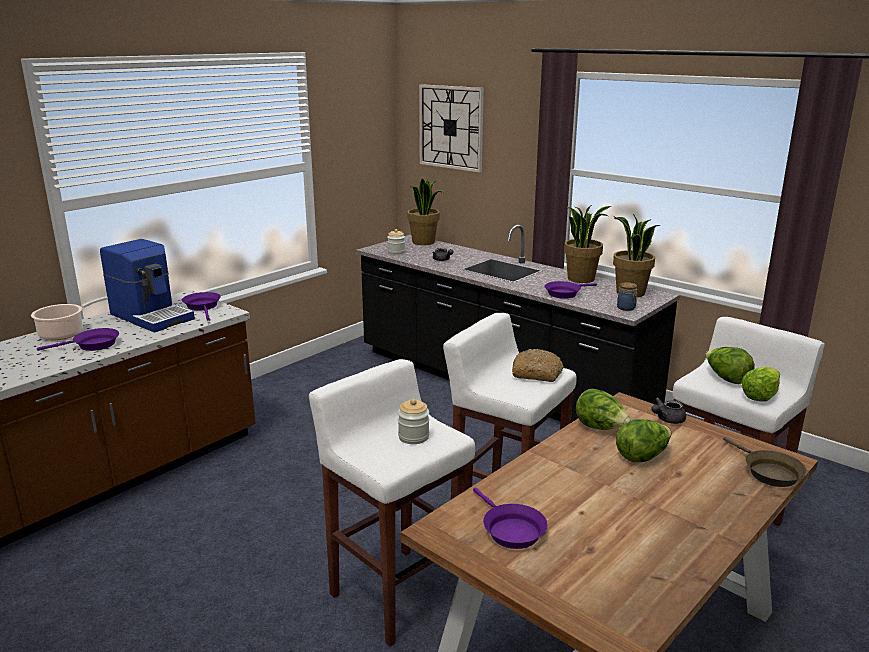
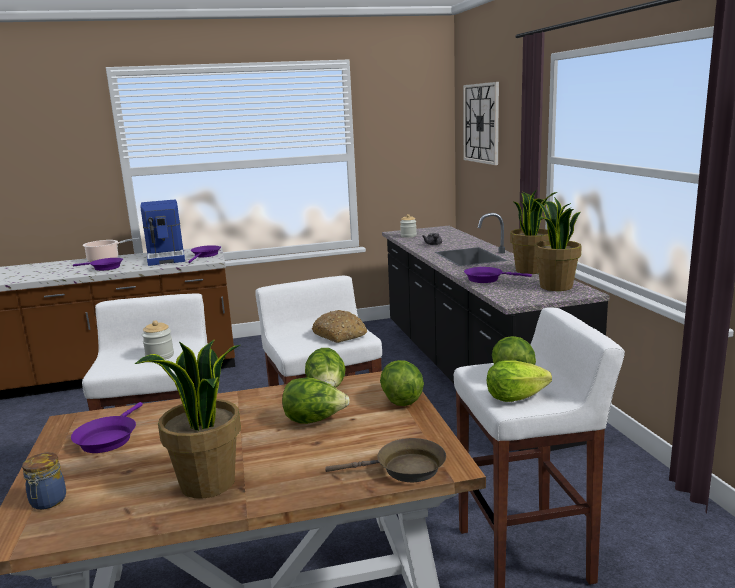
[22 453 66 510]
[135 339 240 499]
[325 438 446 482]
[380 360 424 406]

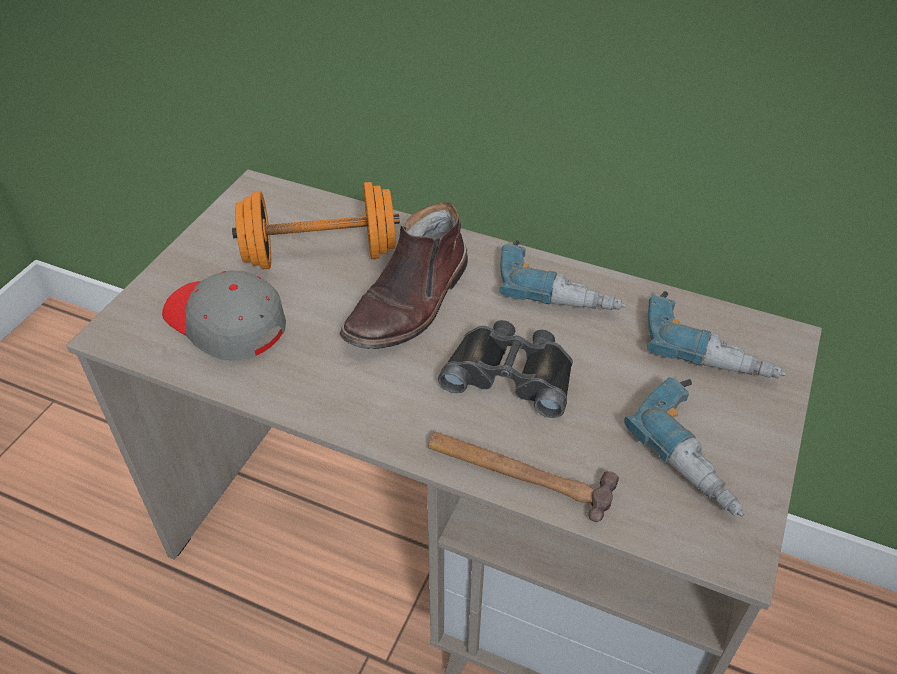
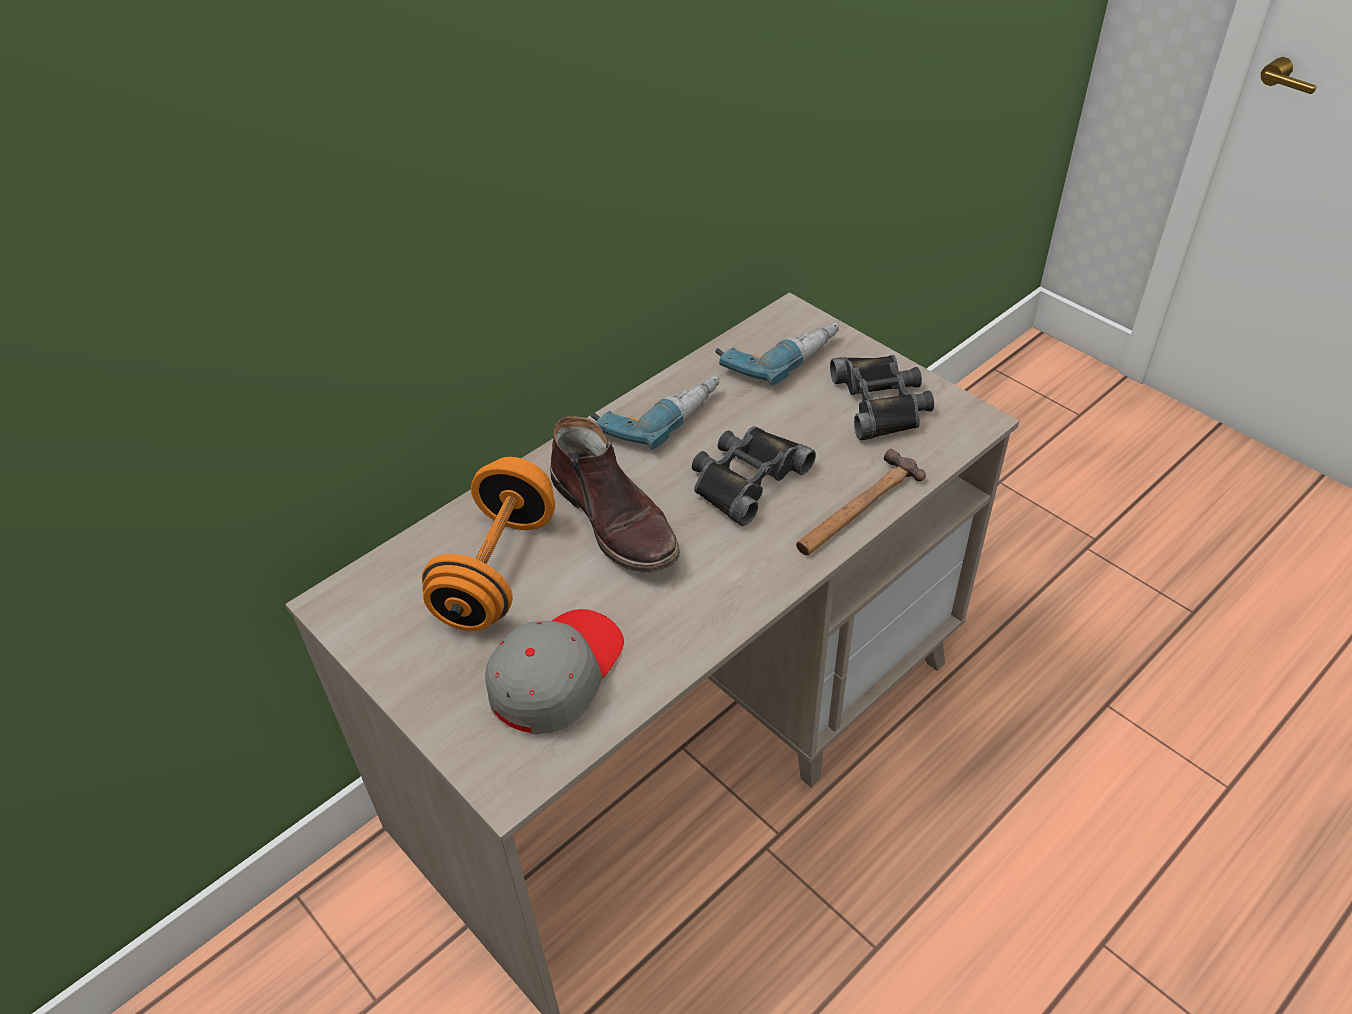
[485 609 624 734]
[830 355 934 440]

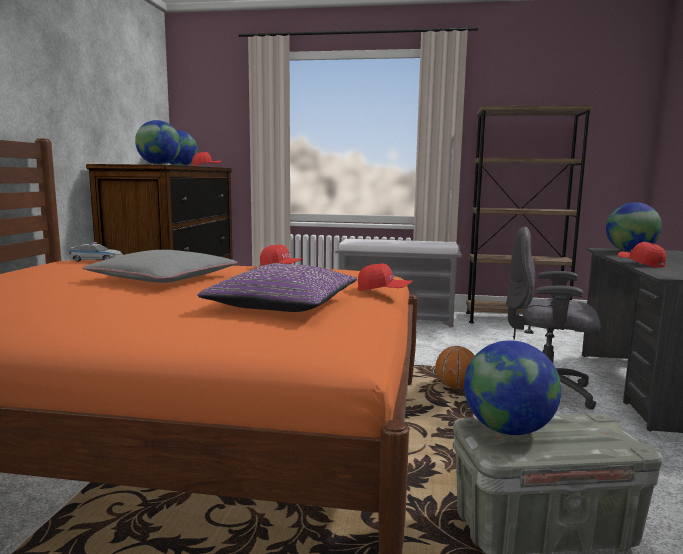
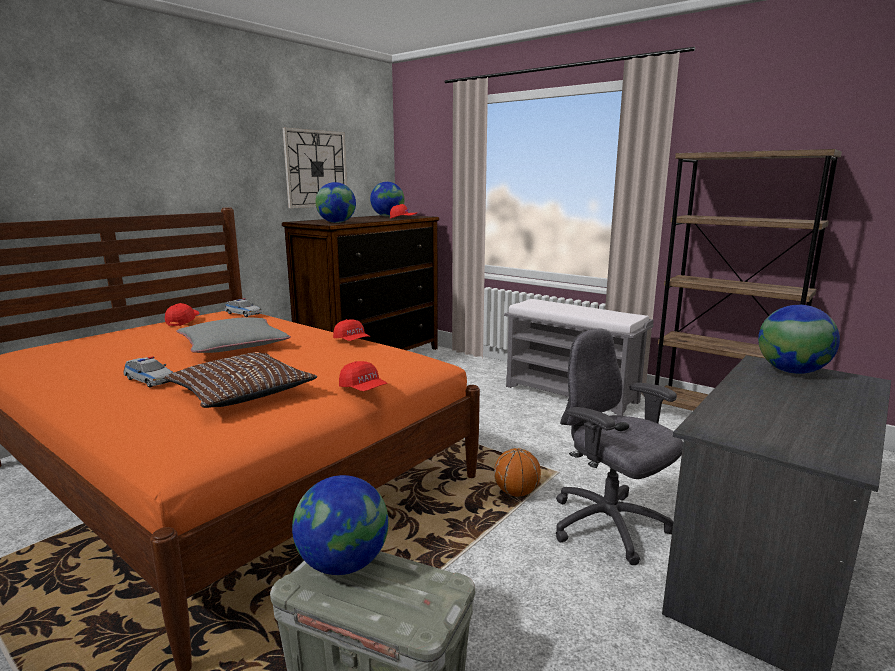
[123 356 174 388]
[164 352 317 408]
[165 303 200 326]
[283 128 347 208]

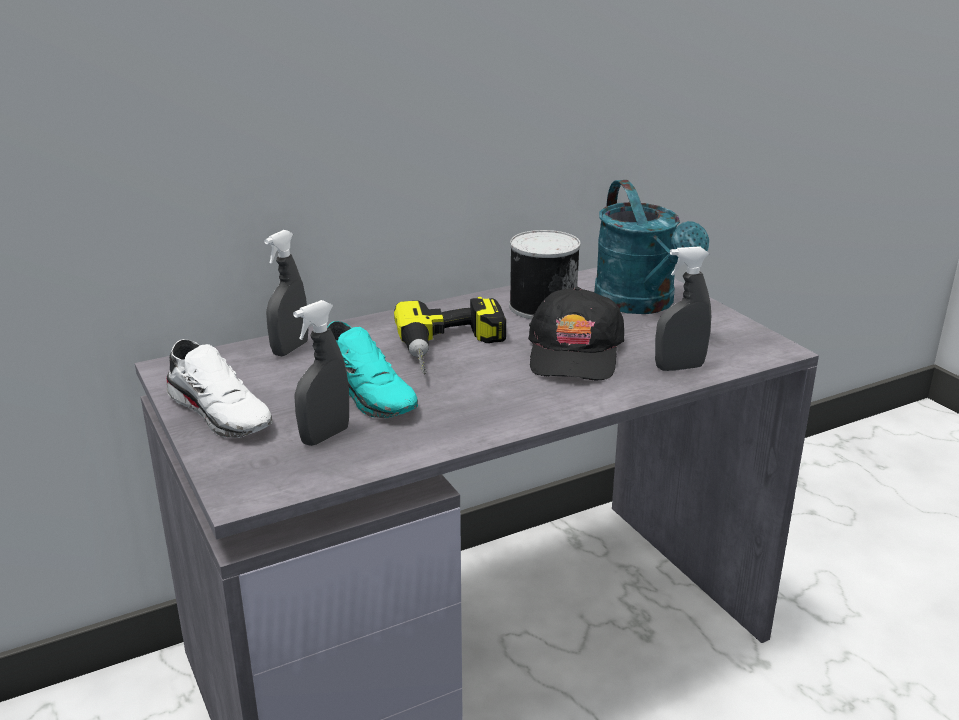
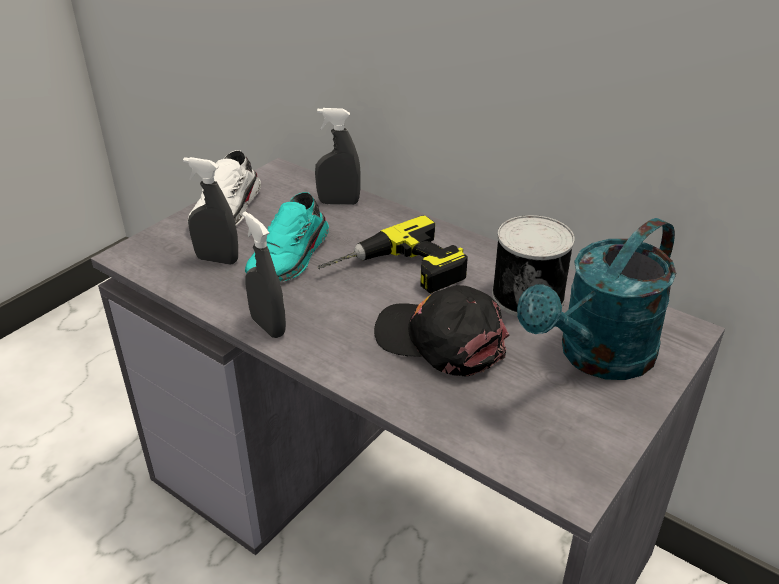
[242 211 286 338]
[374 285 510 377]

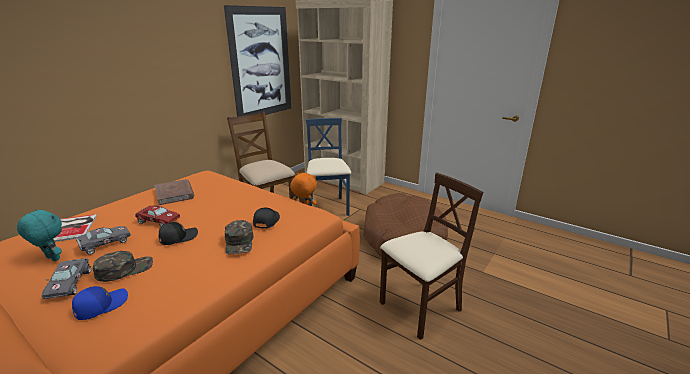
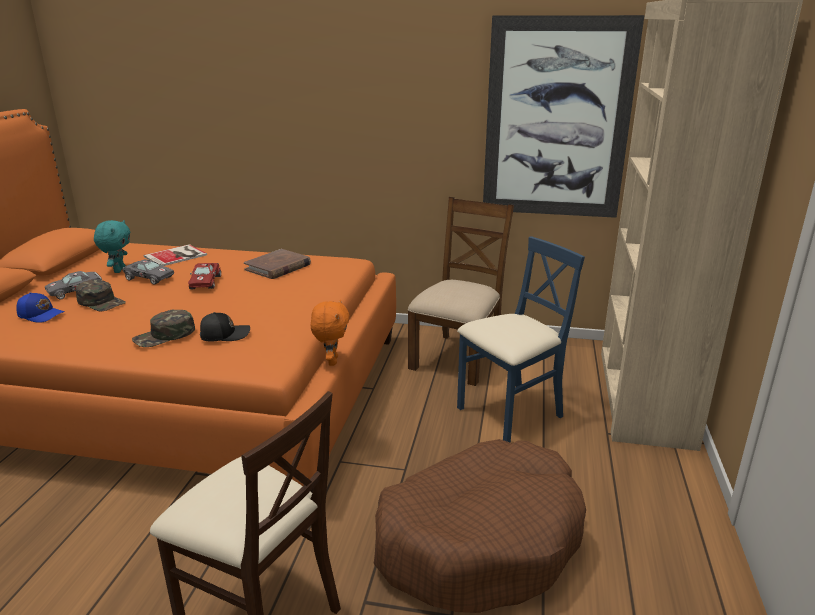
[159 222 198 245] (first image)

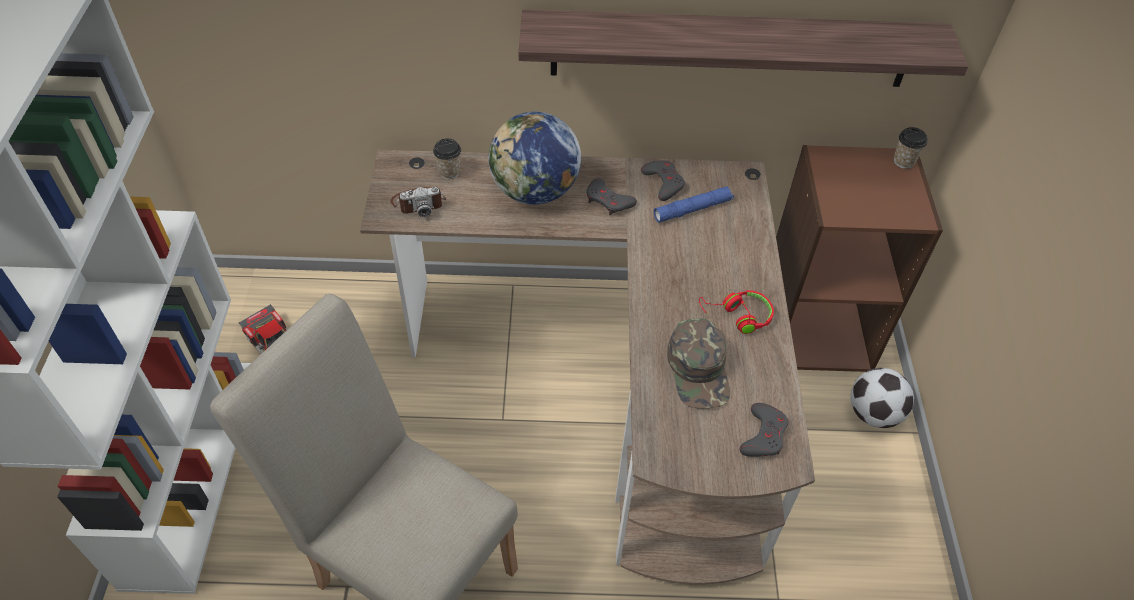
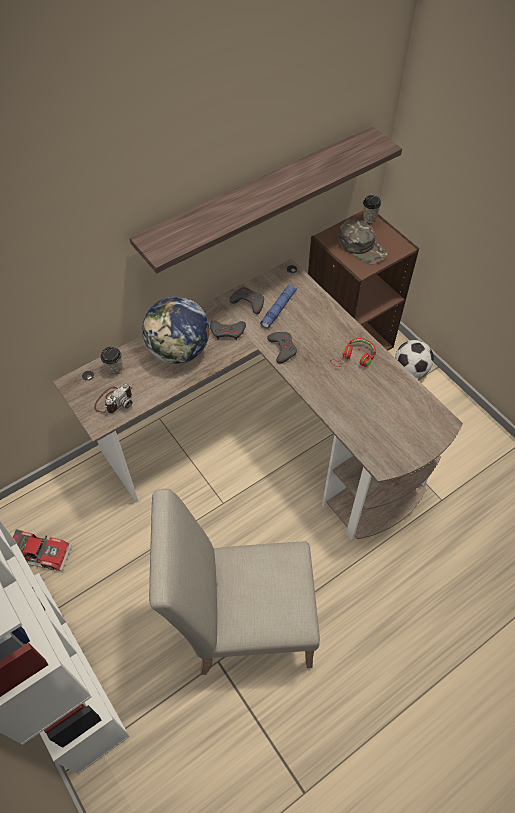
[267 332 297 364]
[338 219 388 264]

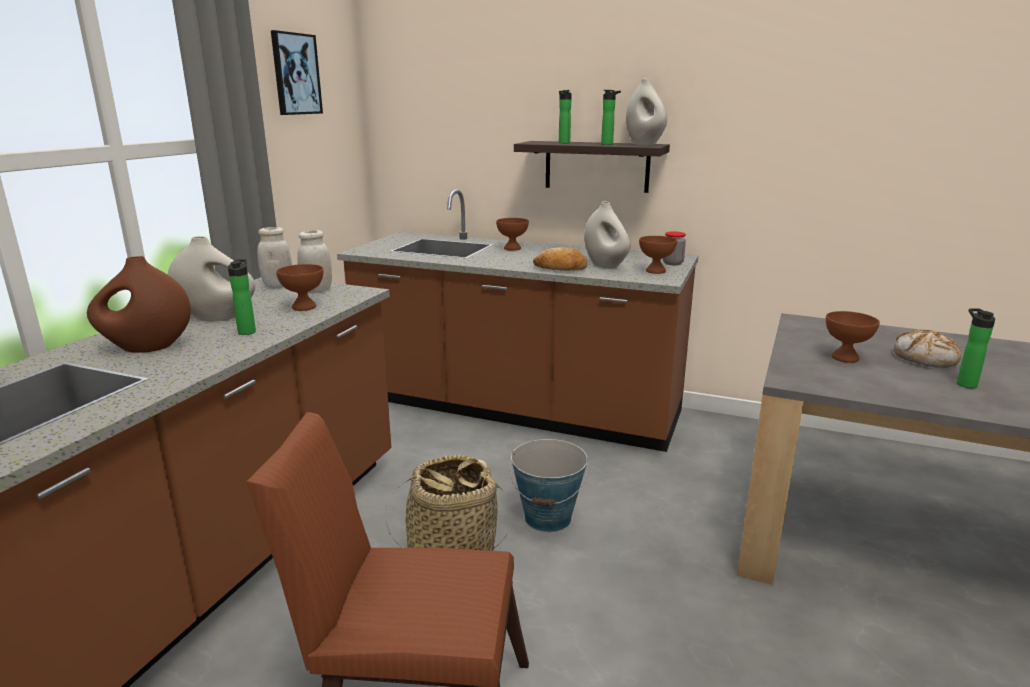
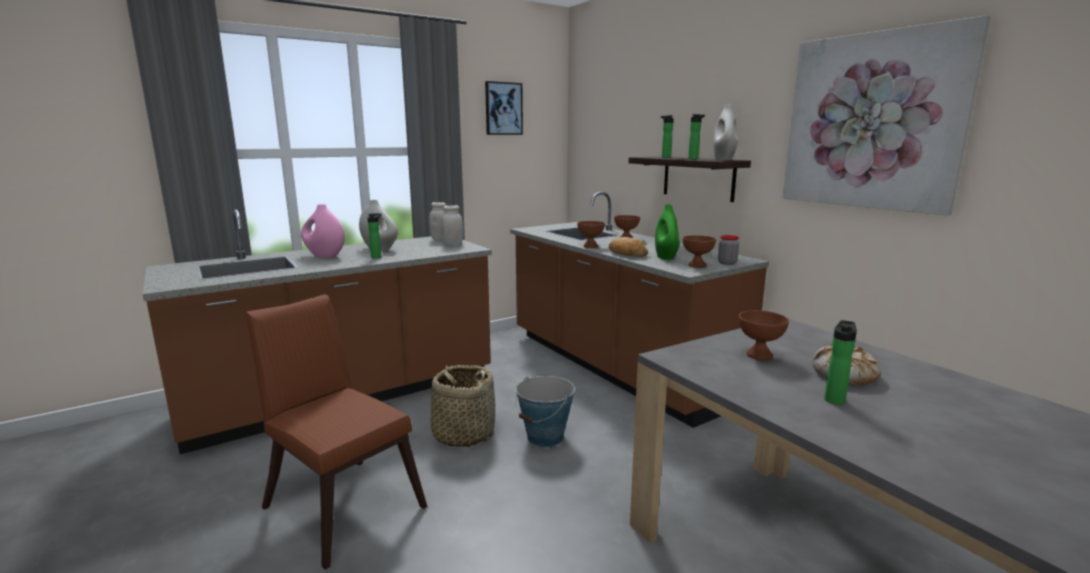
[301 204 345 258]
[577 221 605 248]
[655 204 680 260]
[783 15 990 215]

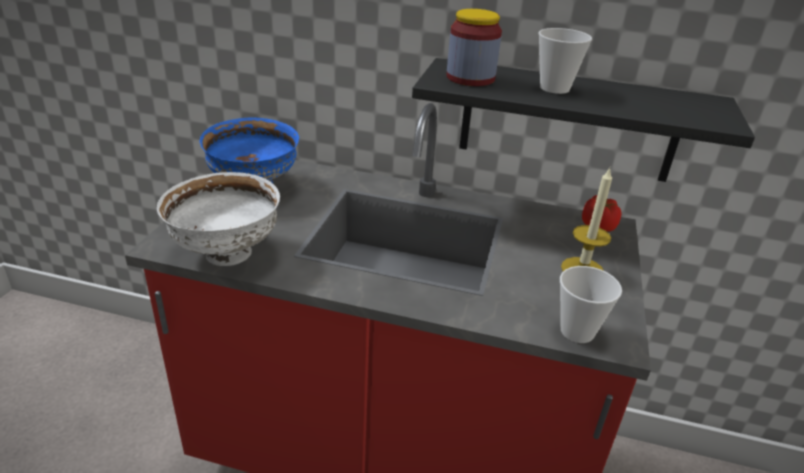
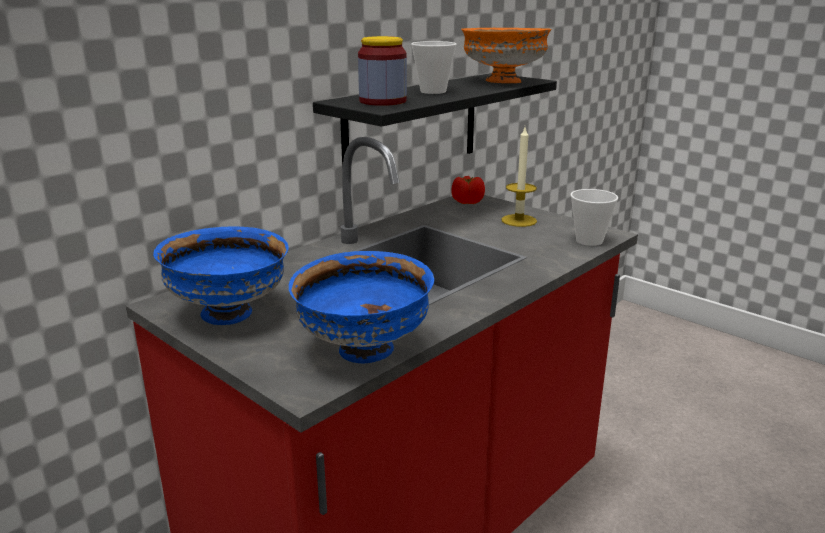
[289 251 434 363]
[461 28 552 83]

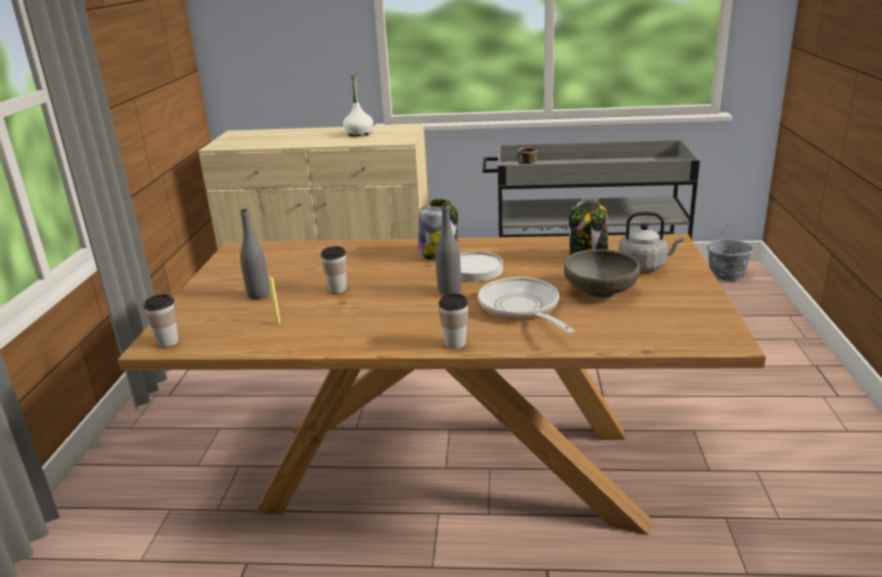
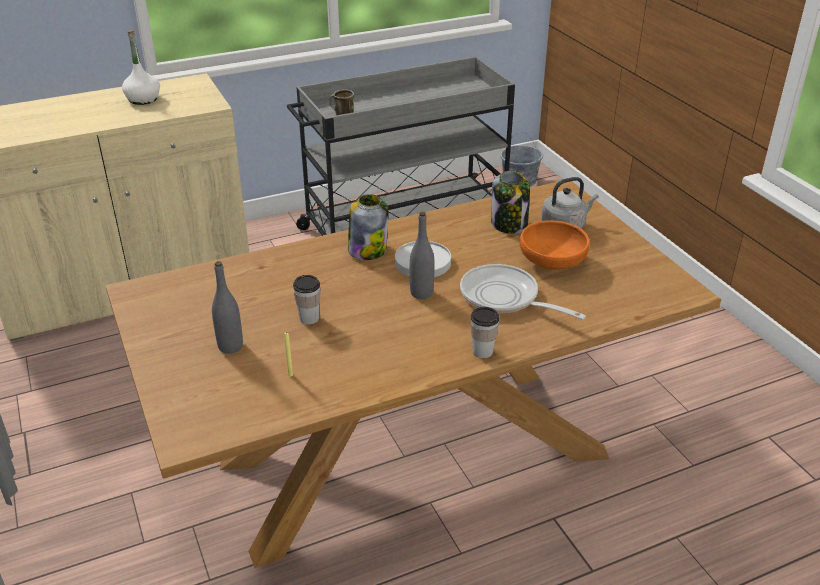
[520 220 590 270]
[143 294 179 347] (first image)

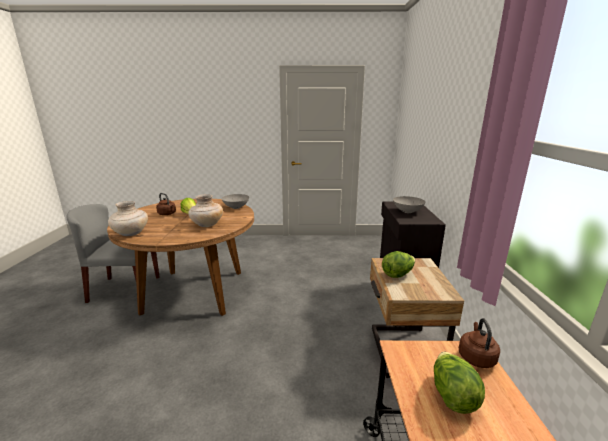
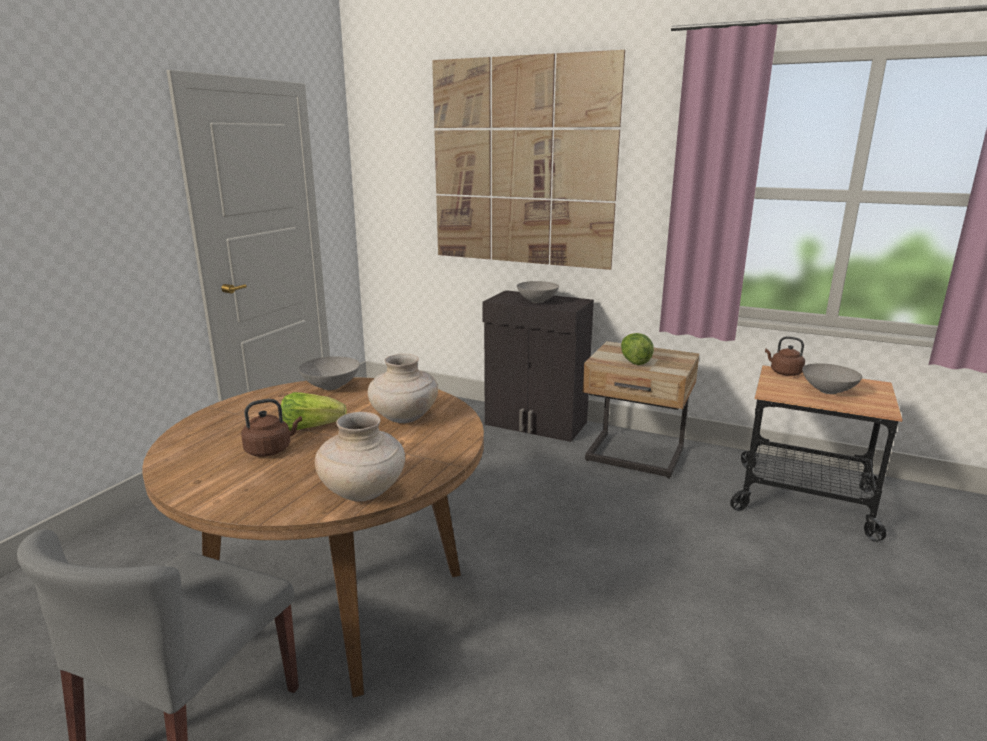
[432 50 625 270]
[802 363 862 394]

